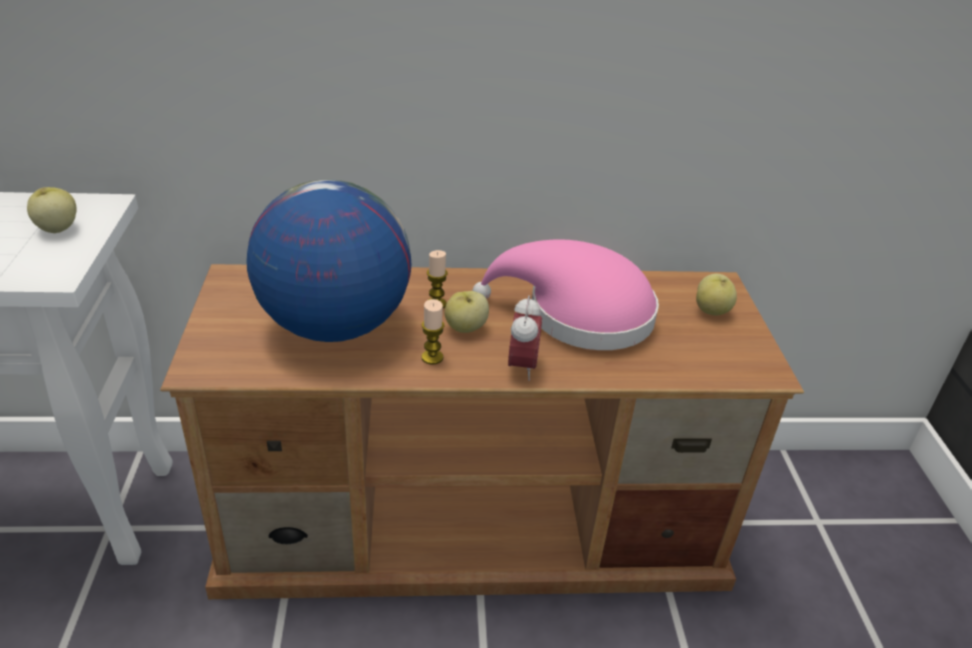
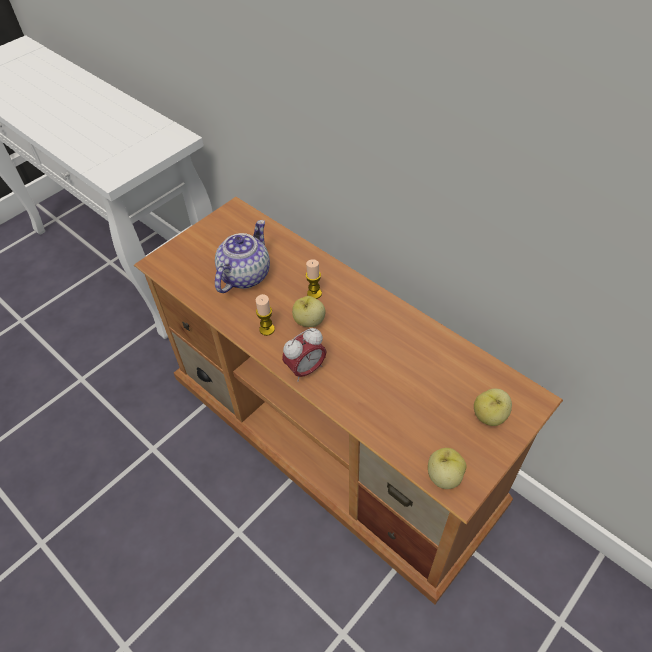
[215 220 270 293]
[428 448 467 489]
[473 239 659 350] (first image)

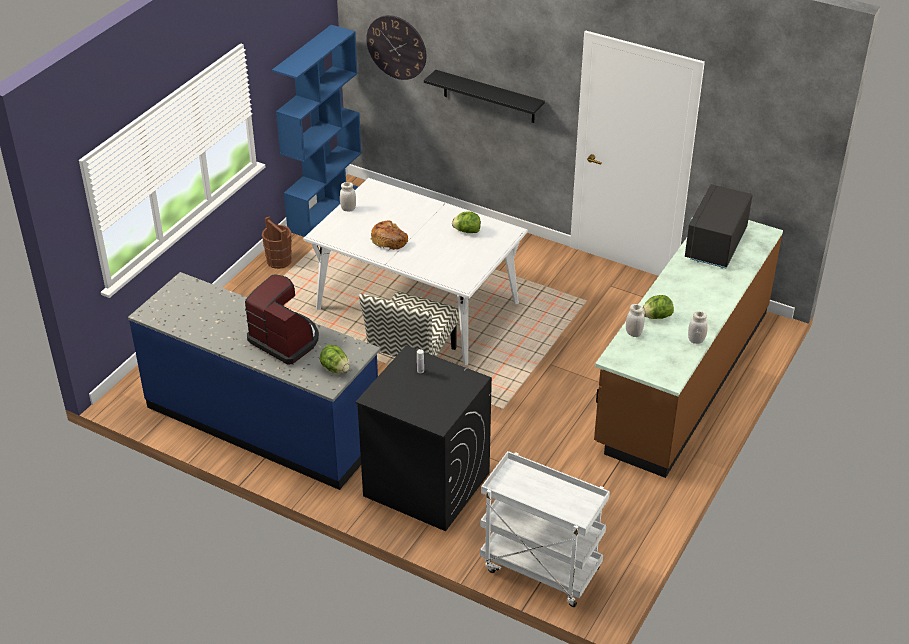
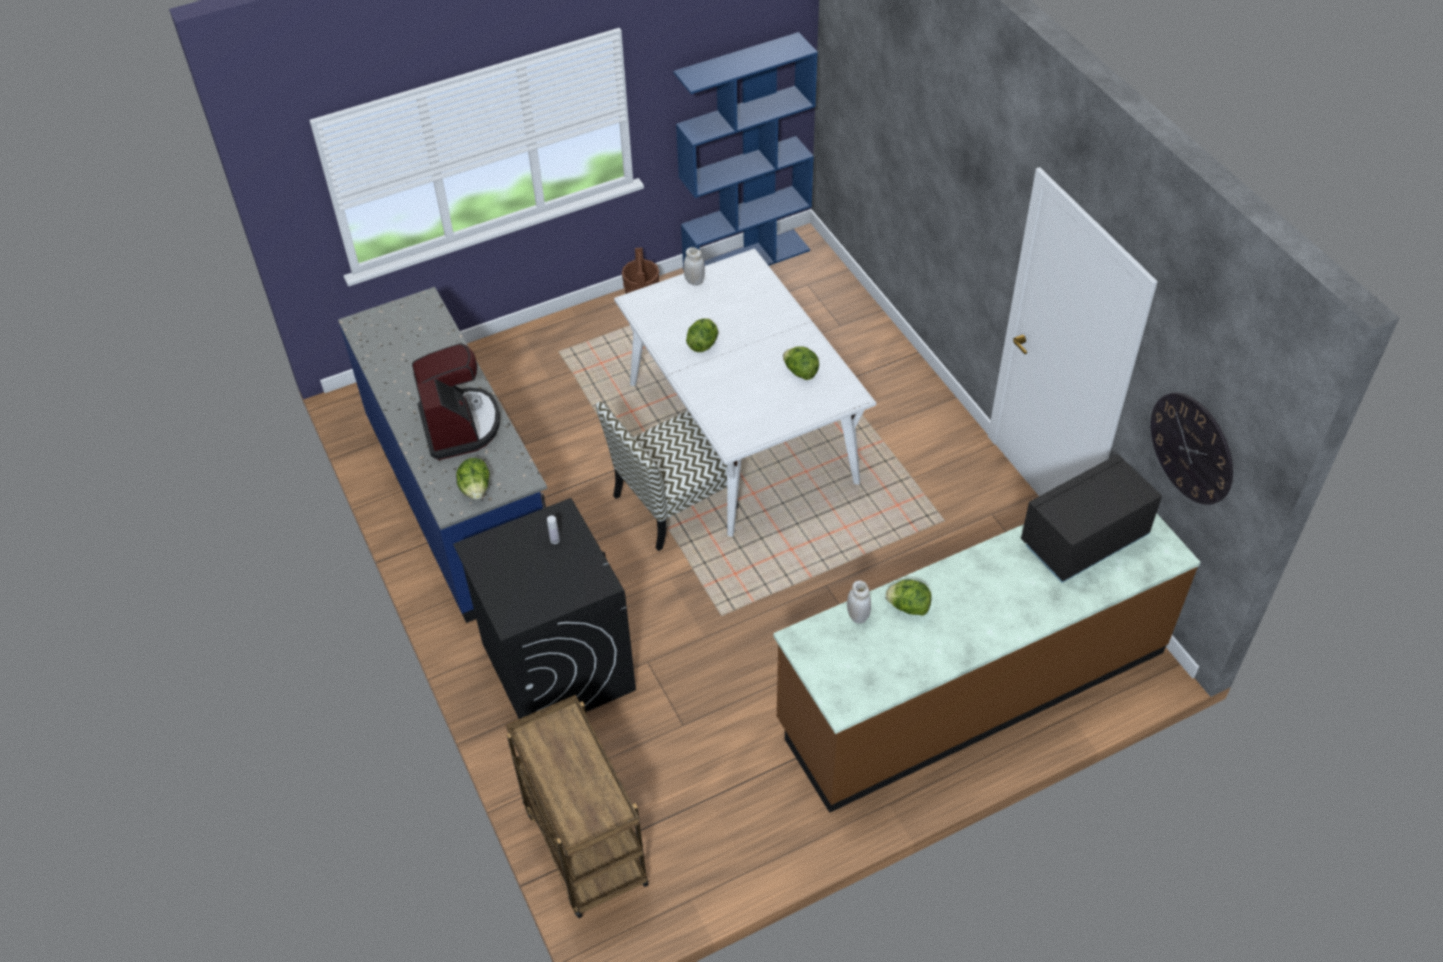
[506 695 649 918]
[686 318 718 352]
[1151 393 1233 505]
[424 70 545 123] (first image)
[688 311 708 344] (first image)

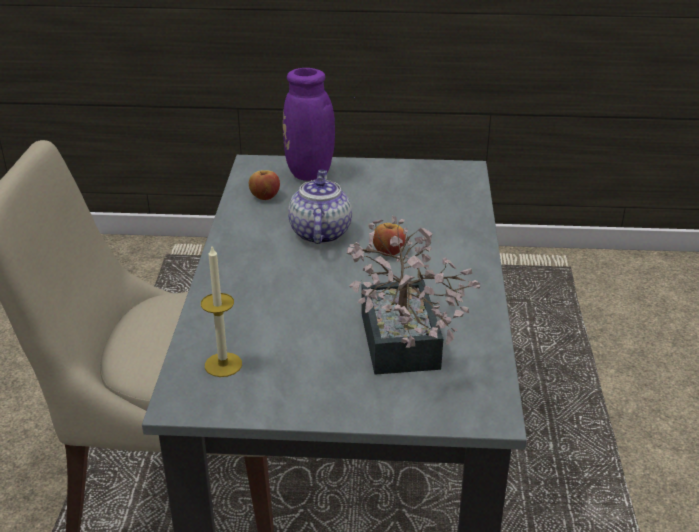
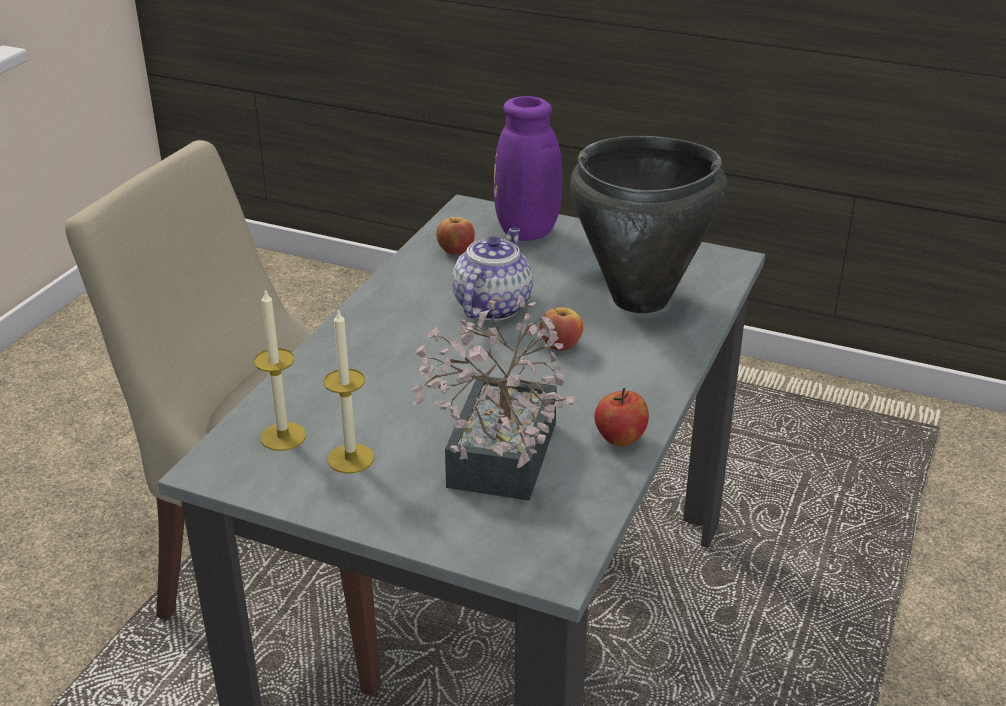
[324 308 374 473]
[570 136 727 313]
[594 388 649 446]

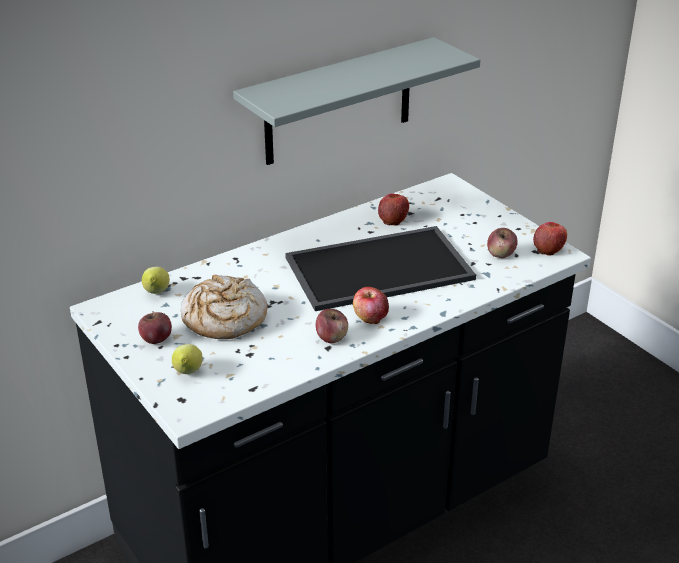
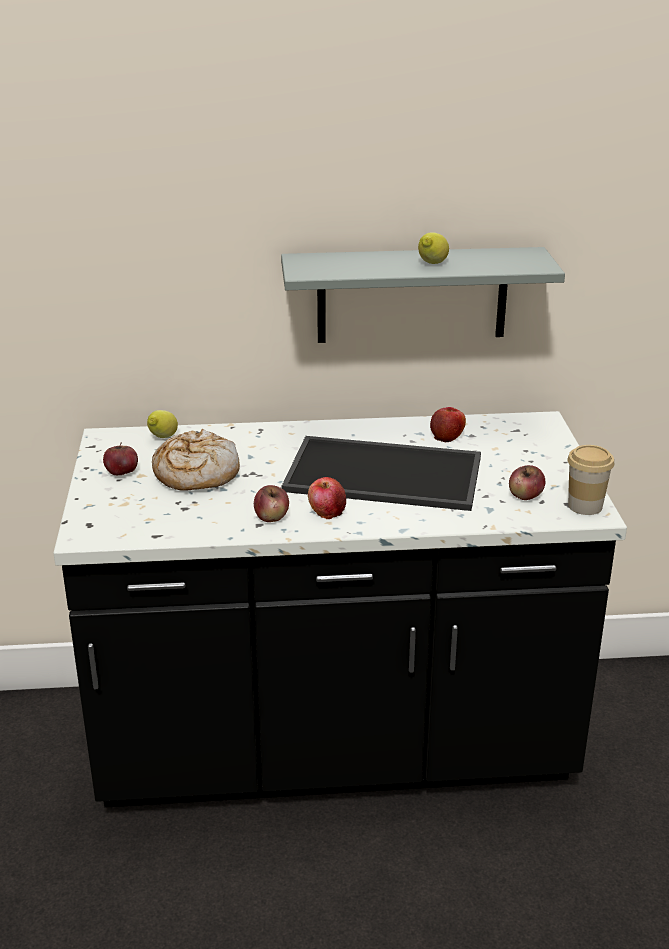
[418 232 449 264]
[567 445 614 515]

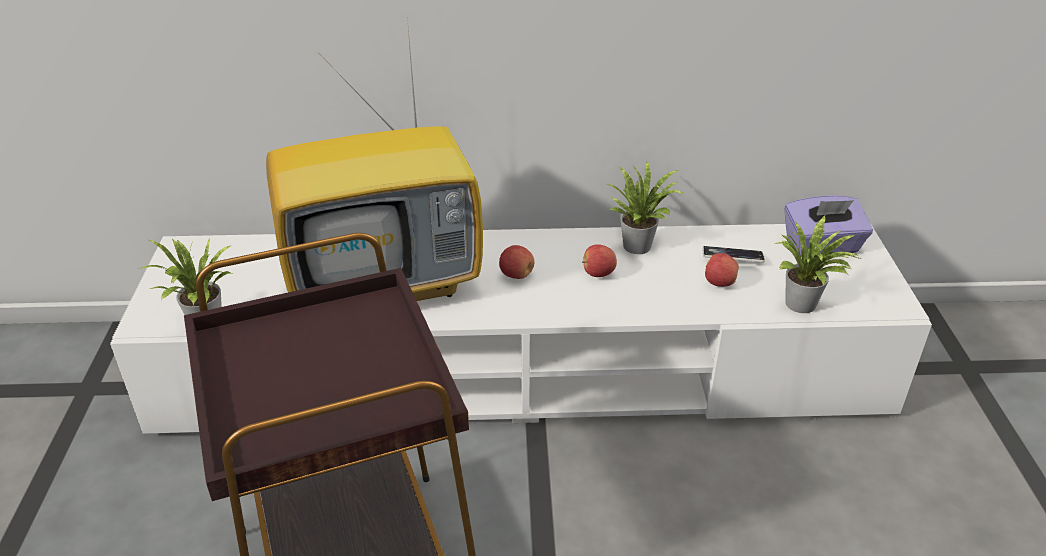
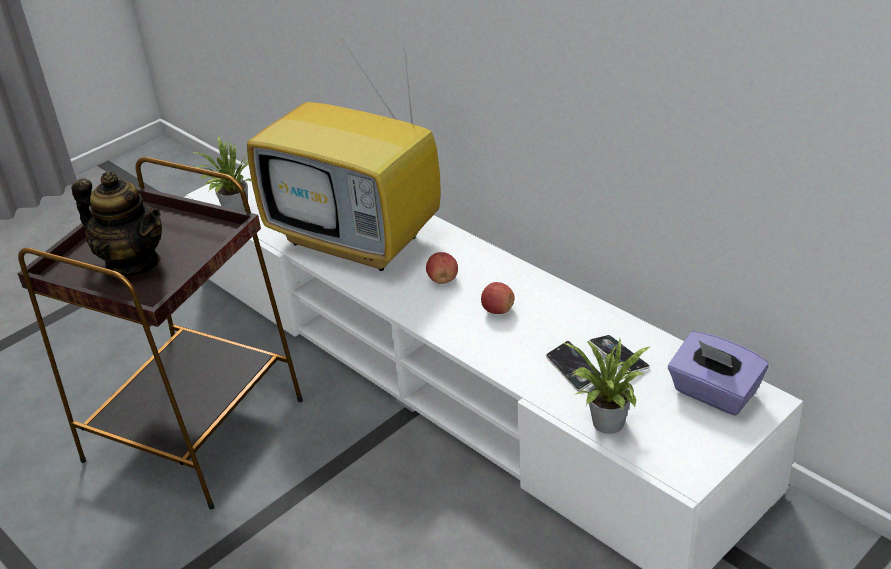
[72 171 162 277]
[546 341 602 391]
[607 161 683 254] (first image)

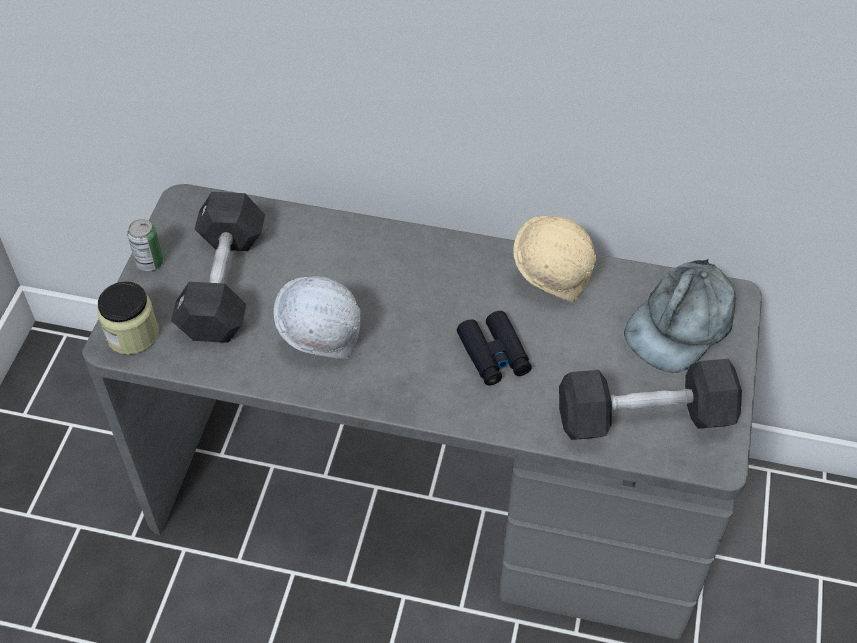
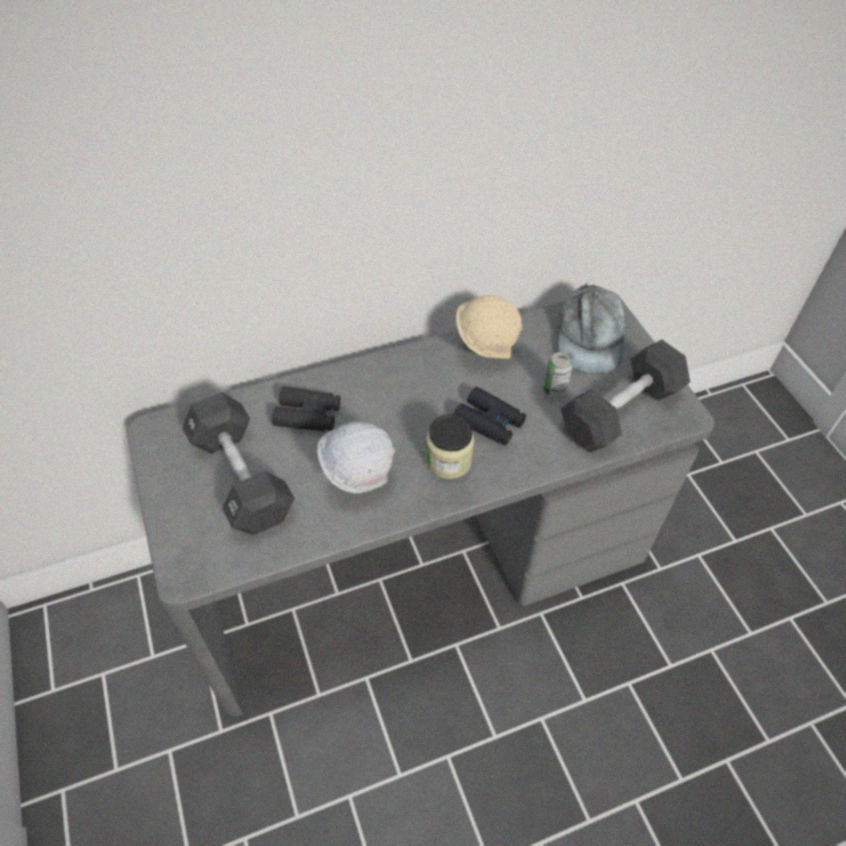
[272 387 341 431]
[426 414 475 479]
[543 352 573 398]

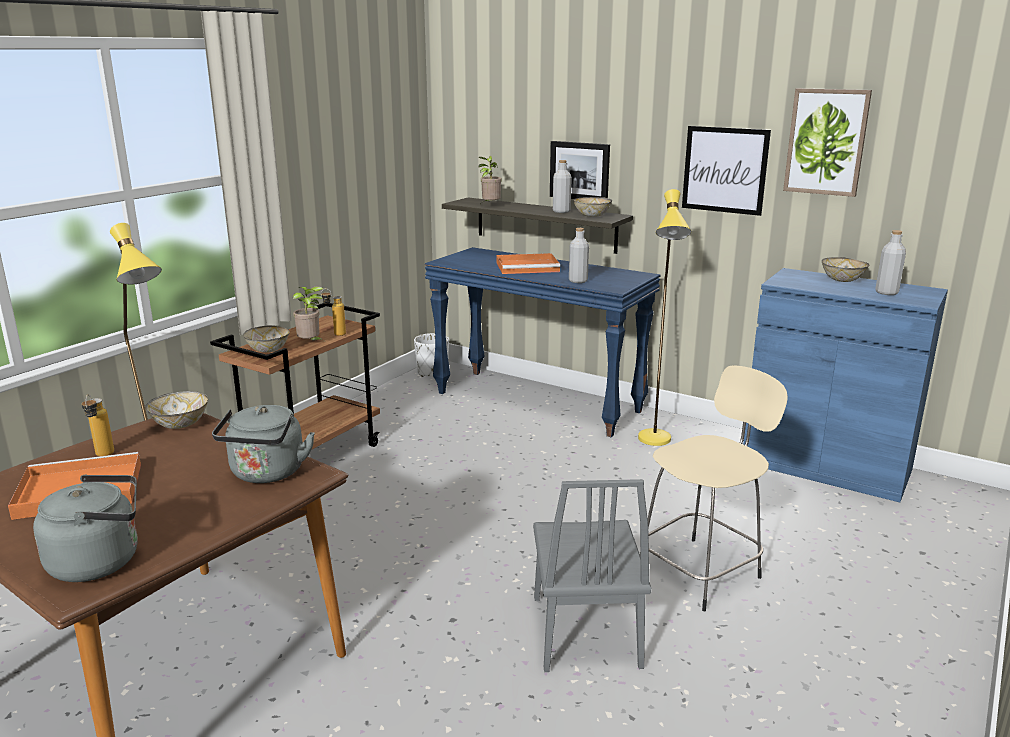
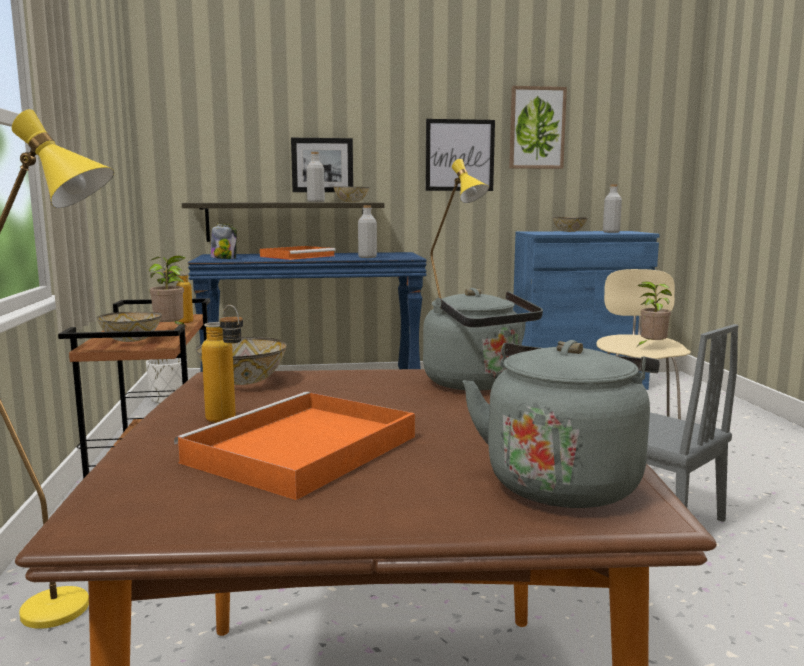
[211 223 237 259]
[637 281 672 346]

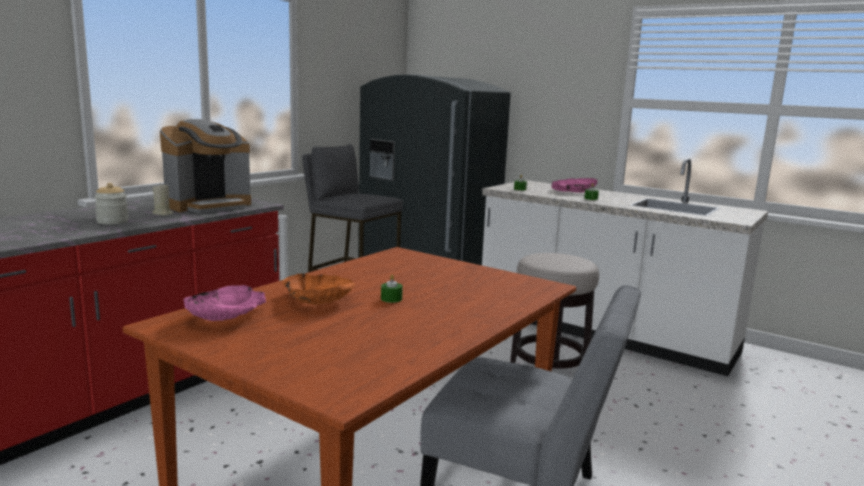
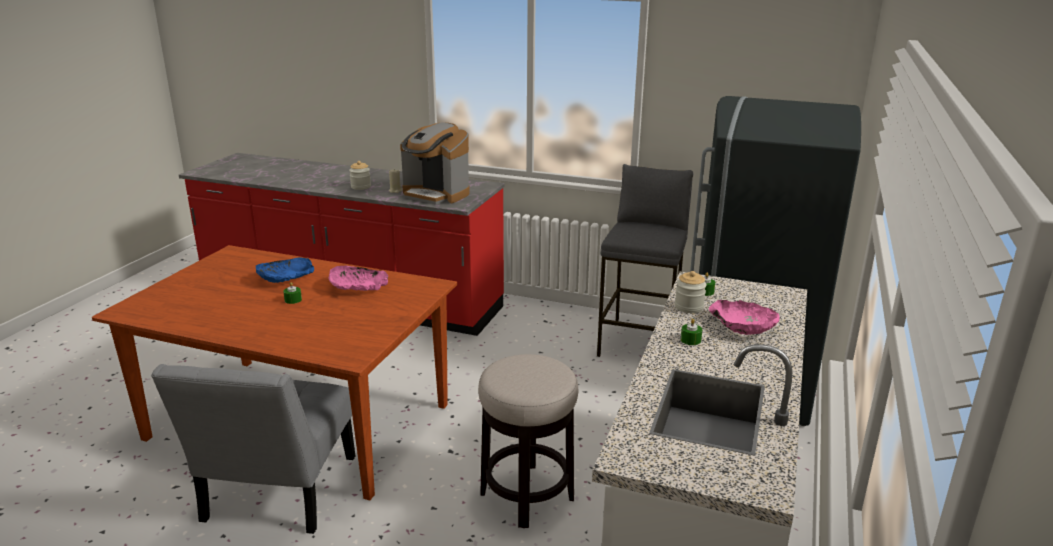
[256 257 314 283]
[329 266 388 291]
[675 271 707 313]

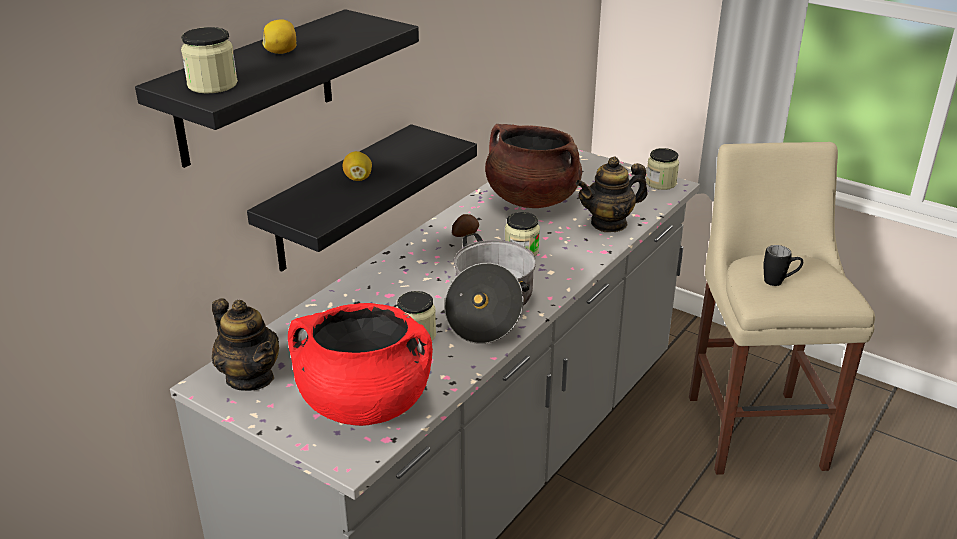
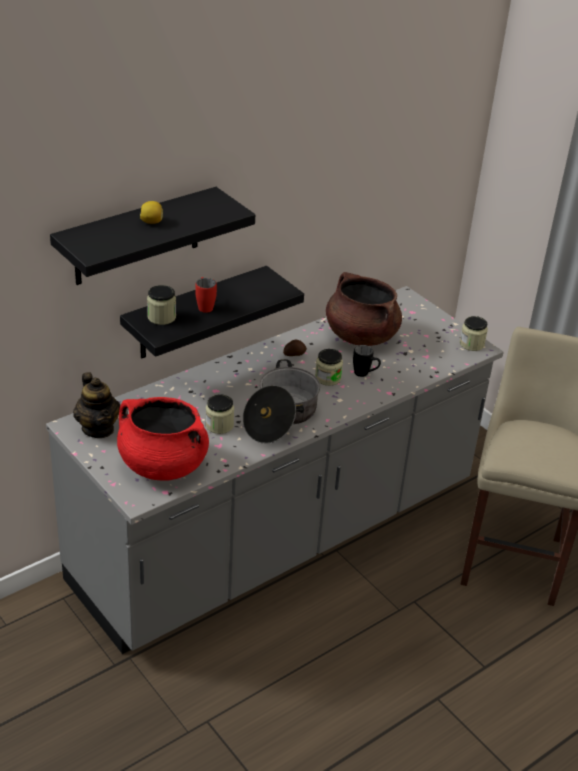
[147 285 176 325]
[195 277 217 313]
[353 345 381 377]
[575 157 648 232] (first image)

